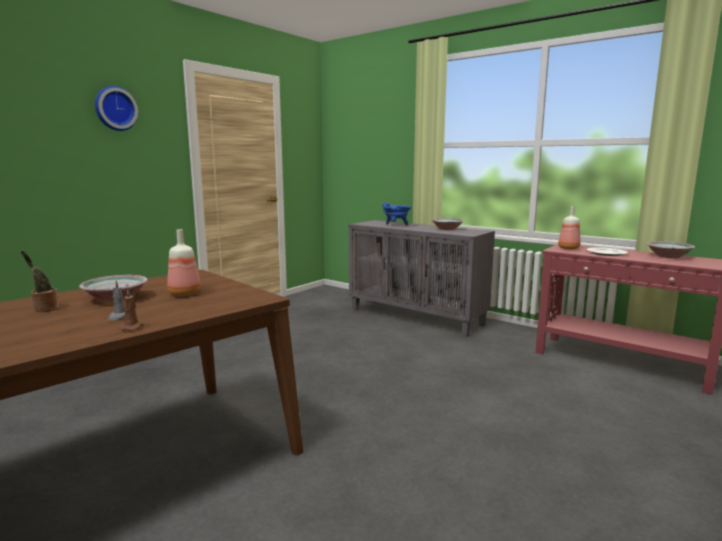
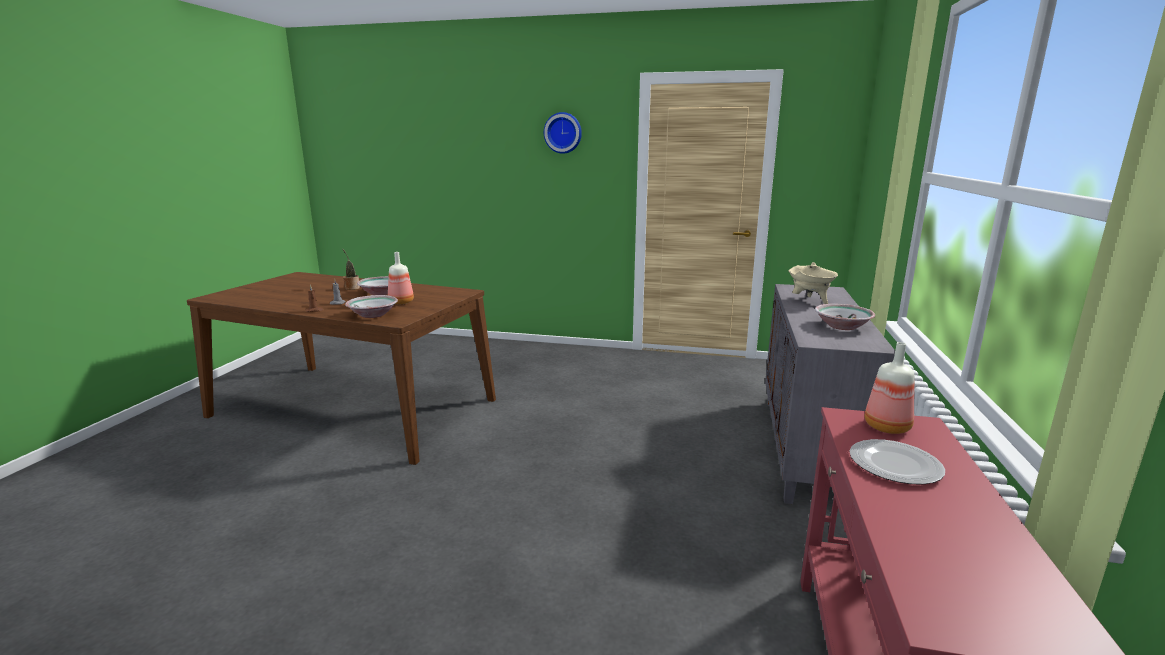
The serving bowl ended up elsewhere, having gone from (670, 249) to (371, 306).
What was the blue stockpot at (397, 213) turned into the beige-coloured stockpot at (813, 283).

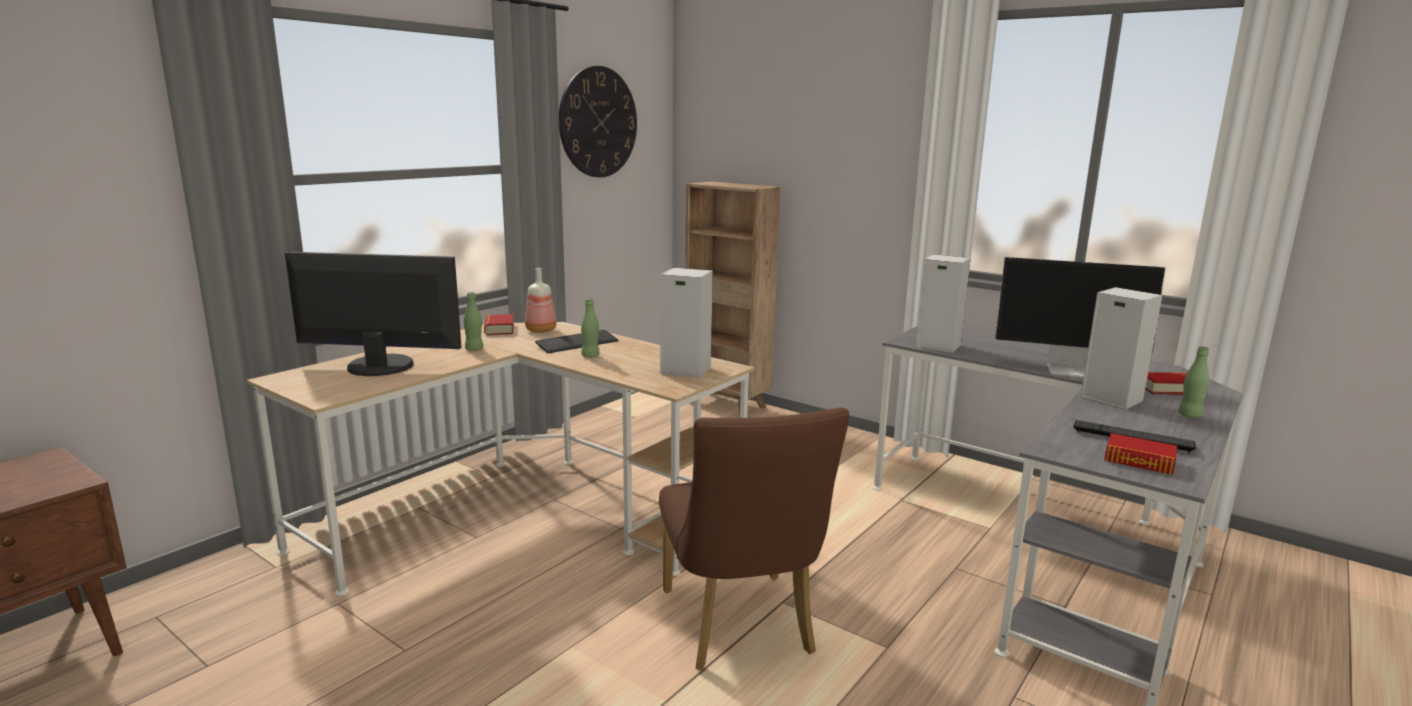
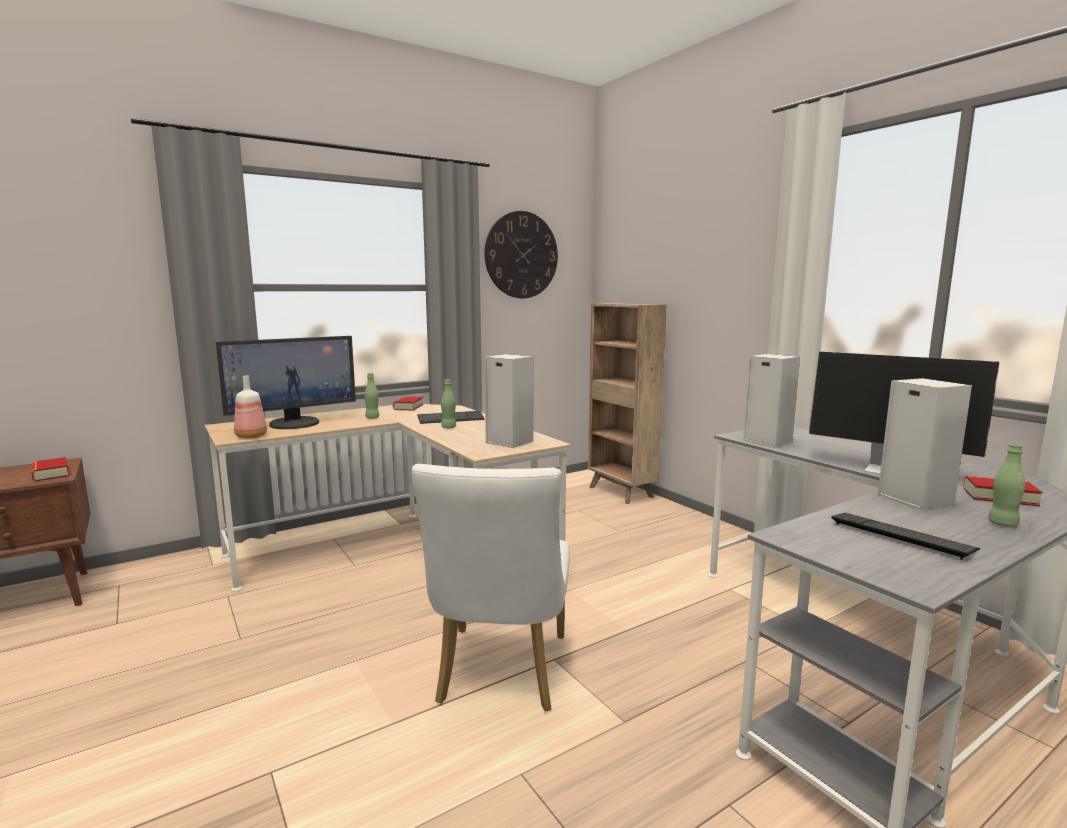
The drink bottle ended up elsewhere, having gone from (541, 300) to (250, 407).
The bound book ended up elsewhere, having gone from (1140, 454) to (50, 469).
What was the brown-coloured upright chair at (754, 539) turned into the whitish upright chair at (491, 587).
The computer screen at (373, 314) ended up facing another way, 120 degrees clockwise from before.

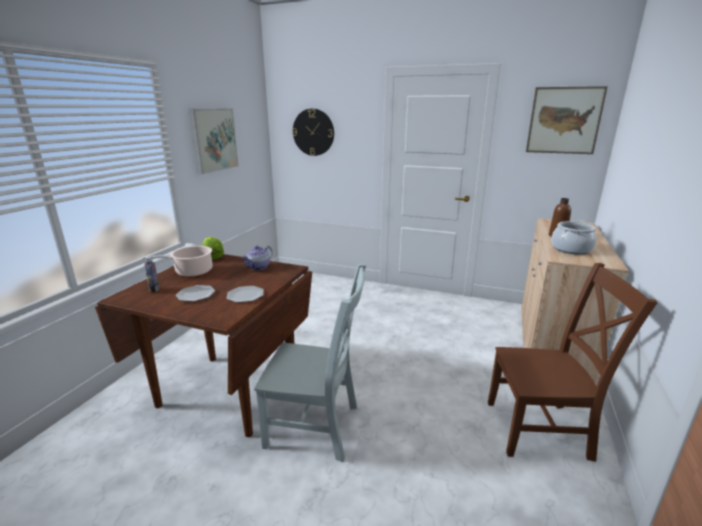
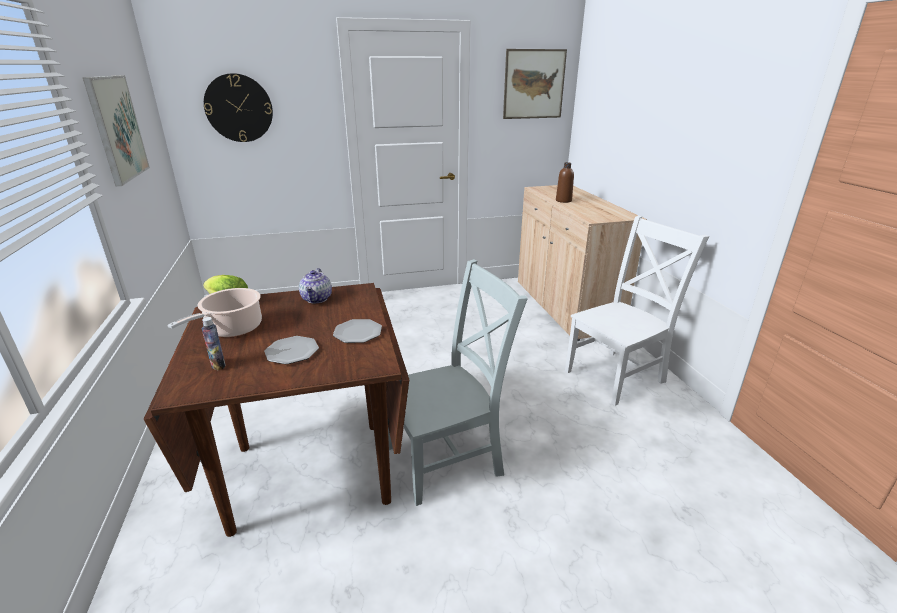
The second view lost the stockpot at (574, 237).
What was the brown-coloured upright chair at (573, 362) turned into the whitish upright chair at (637, 311).

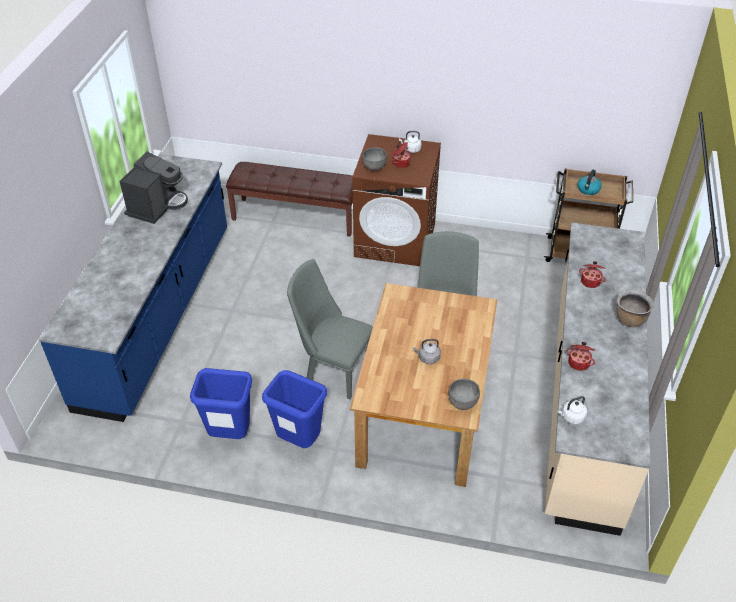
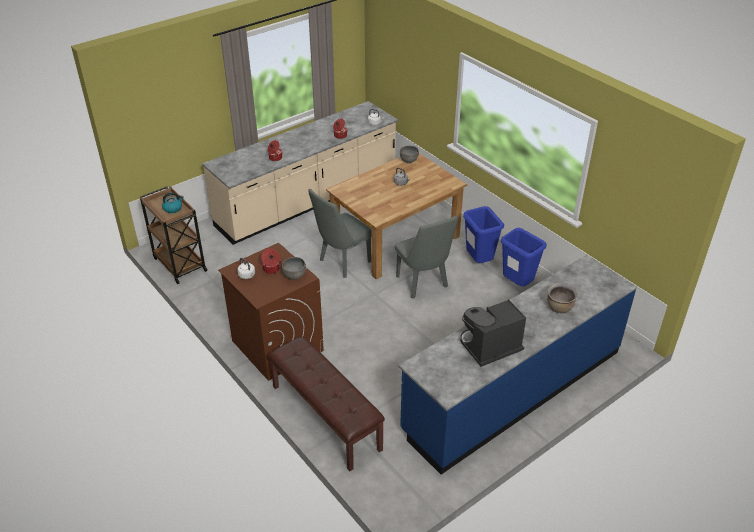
The brown-coloured stockpot ended up elsewhere, having gone from (635, 308) to (562, 298).

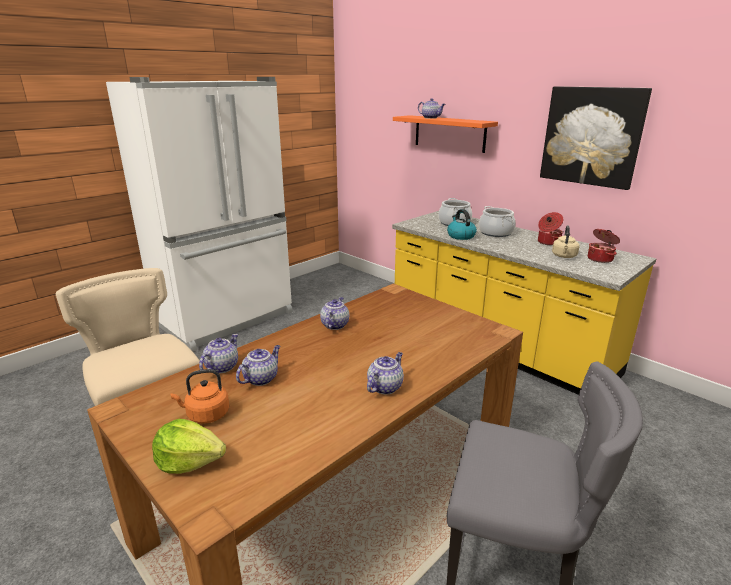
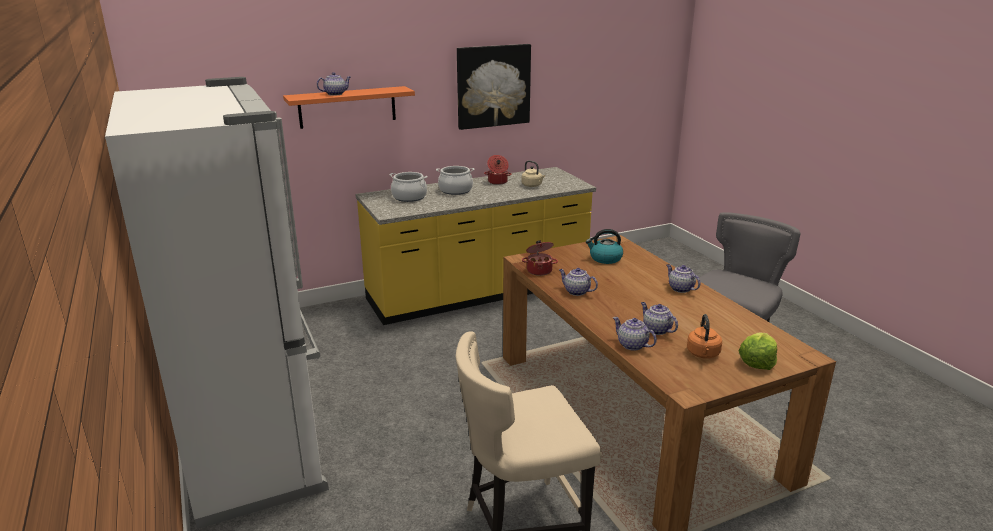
The tea kettle ended up elsewhere, having gone from (462, 224) to (604, 246).
The stockpot ended up elsewhere, having gone from (604, 246) to (540, 258).

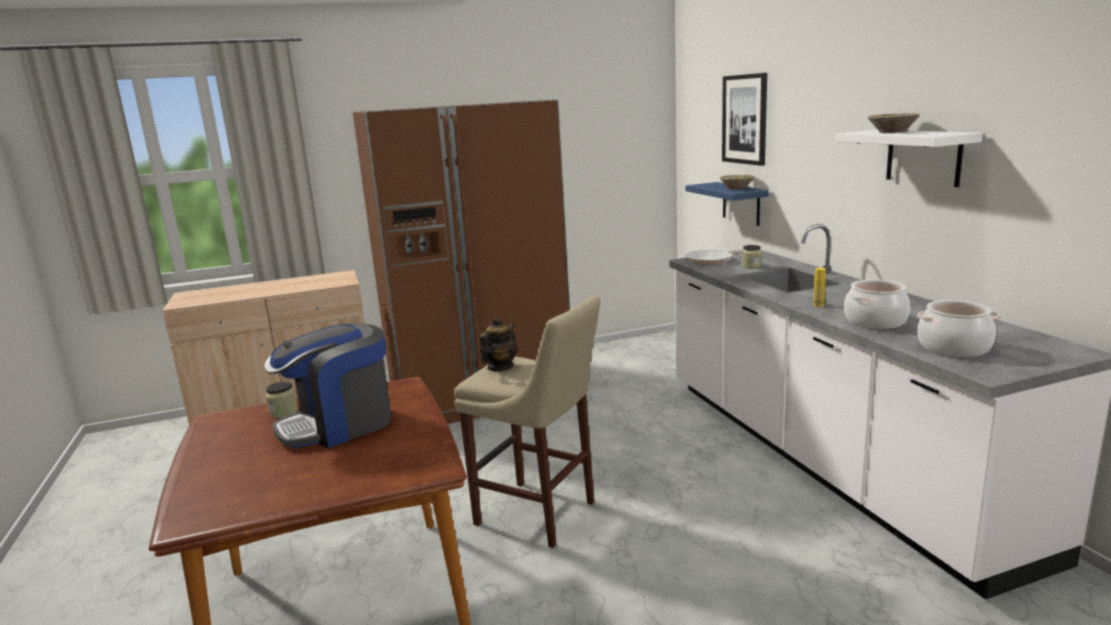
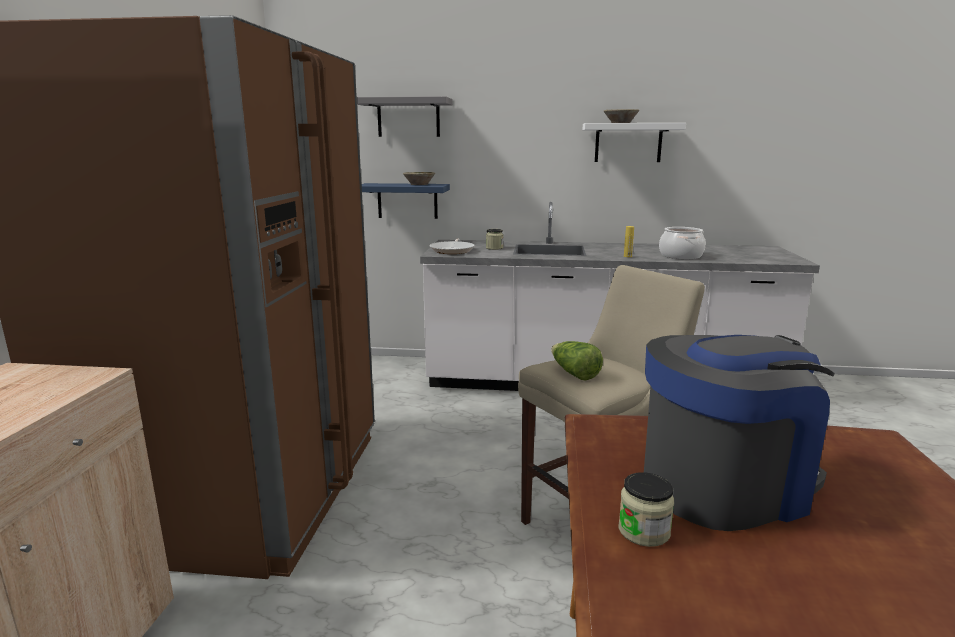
The second view lost the stockpot at (958, 328).
Where the tea pot stood at (498, 344), the lettuce came to stand at (577, 361).
Where the wall art hung at (744, 119), the grey shelf came to hang at (405, 116).
The coffee machine at (327, 385) ended up facing another way, 105 degrees counterclockwise from before.

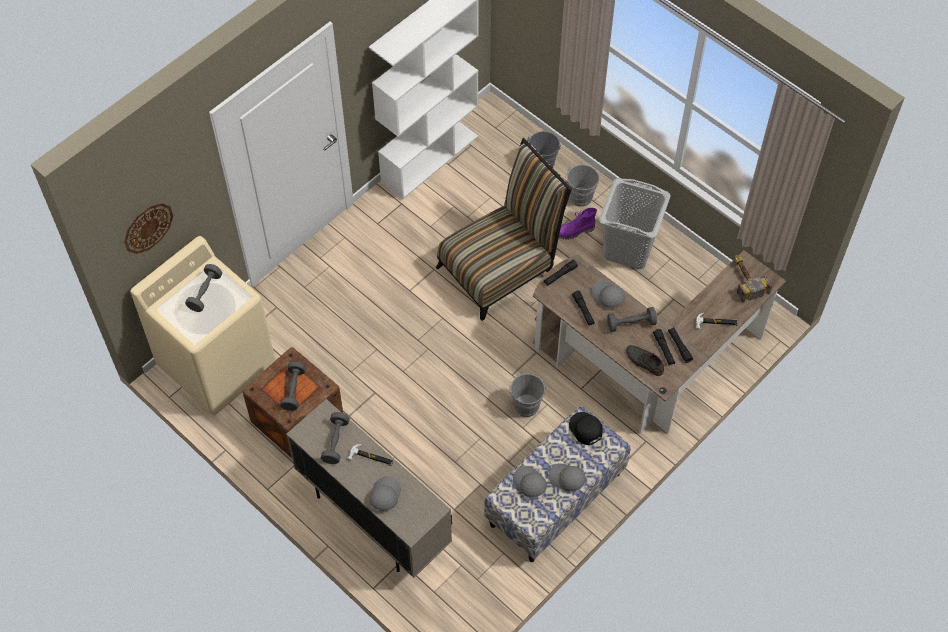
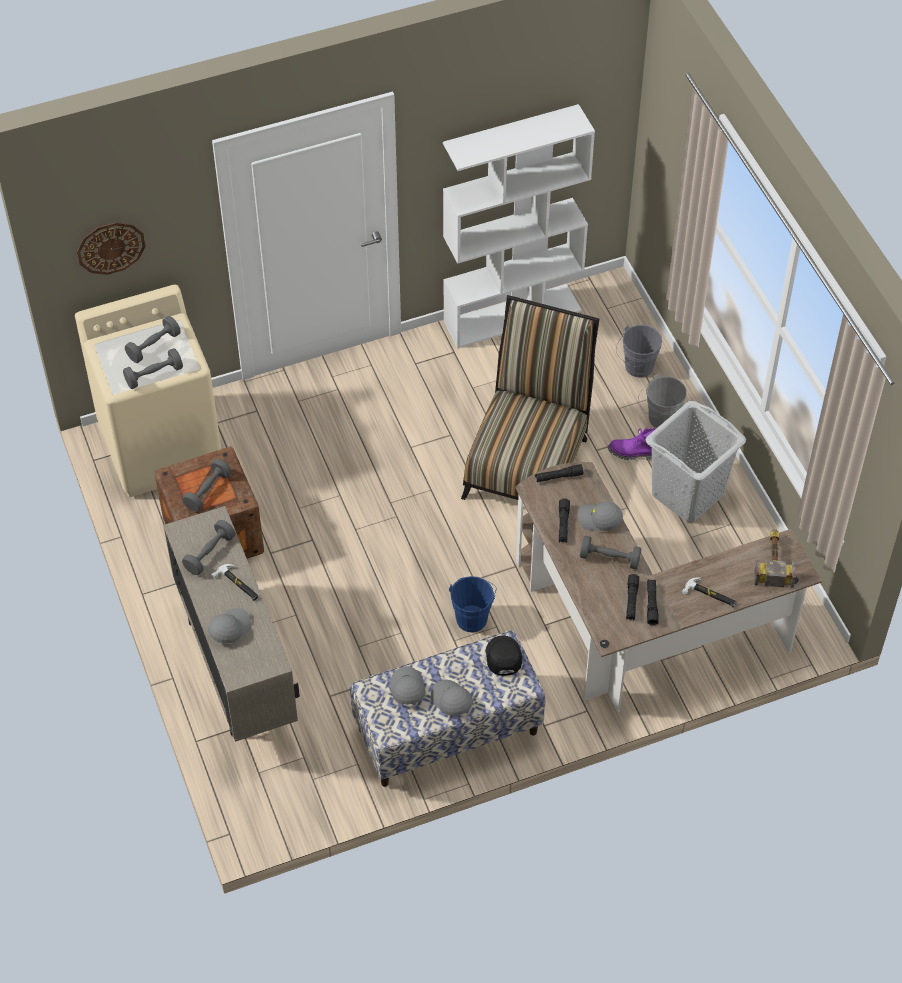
The second view lost the grey shoe at (645, 360).
The second view gained the grey free weight at (153, 368).
What was the grey bucket at (528, 395) turned into the blue bucket at (472, 604).
The upright chair at (504, 229) ended up facing another way, 60 degrees counterclockwise from before.
The grey peaked cap at (608, 294) ended up facing another way, 60 degrees counterclockwise from before.

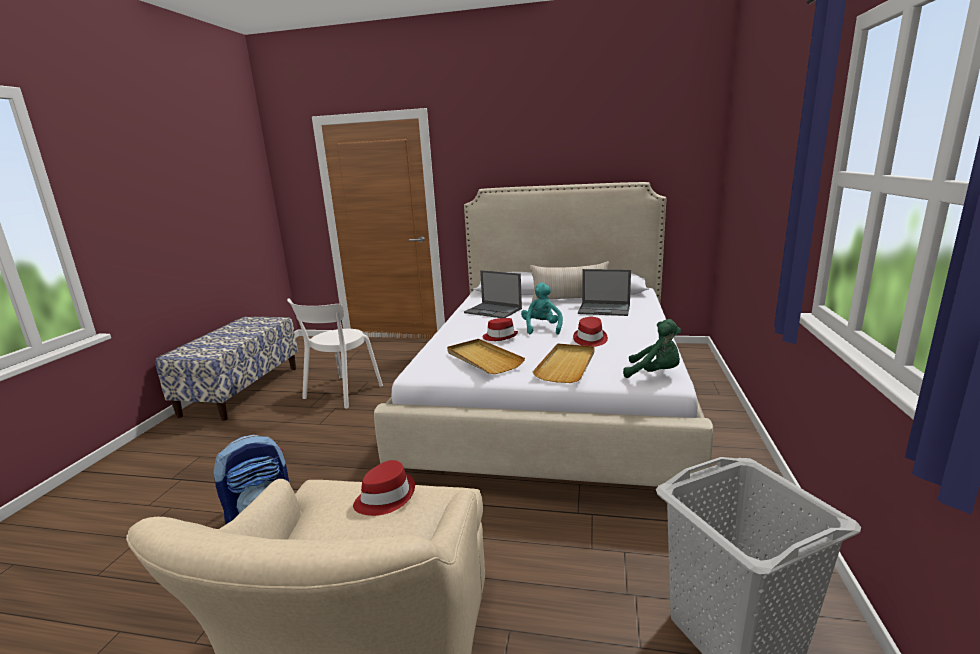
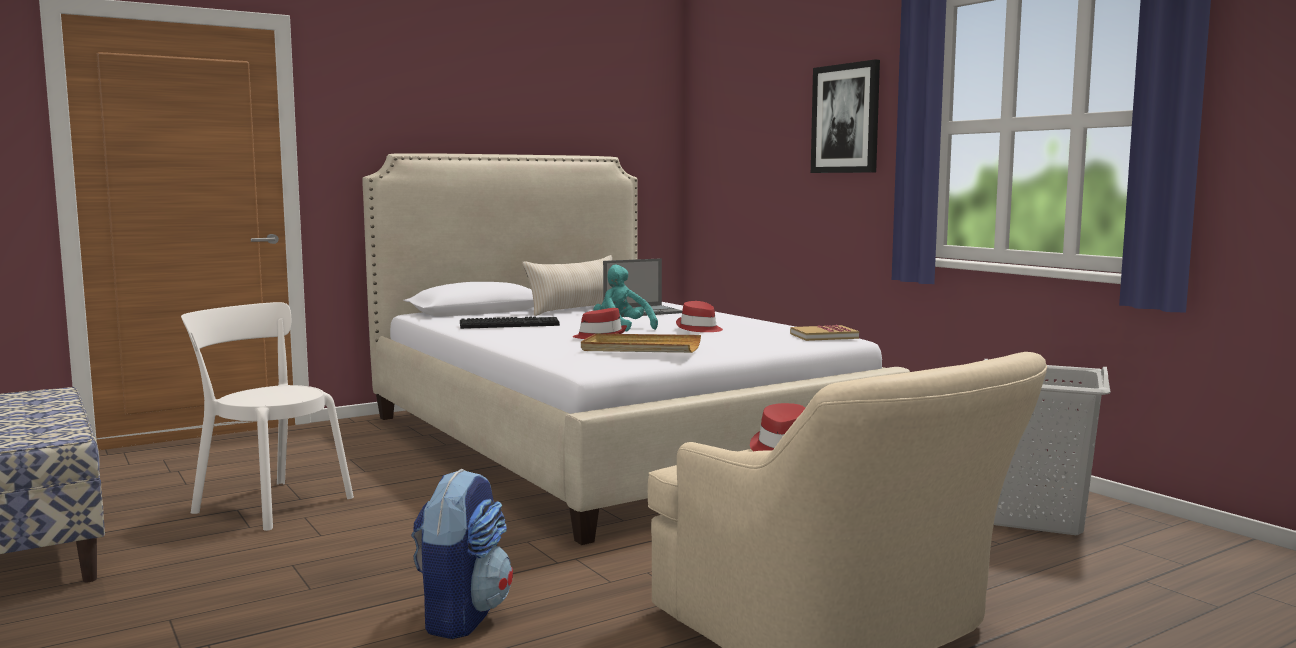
The second view lost the beige-coloured carrying tray at (564, 363).
The second view gained the wall art at (845, 116).
Where the notebook computer stood at (493, 294), the keyboard came to stand at (510, 322).
Where the green-coloured soft toy stood at (652, 348), the bound book came to stand at (824, 333).
The whitish upright chair at (335, 353) ended up facing another way, 135 degrees clockwise from before.

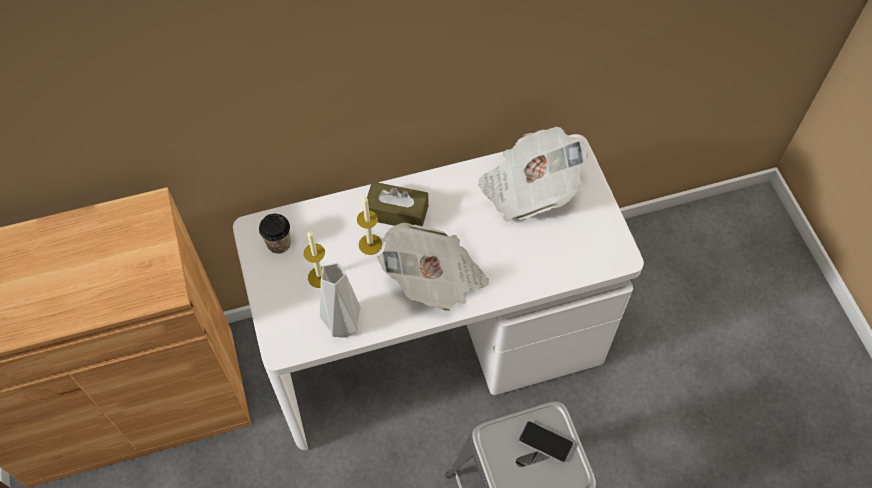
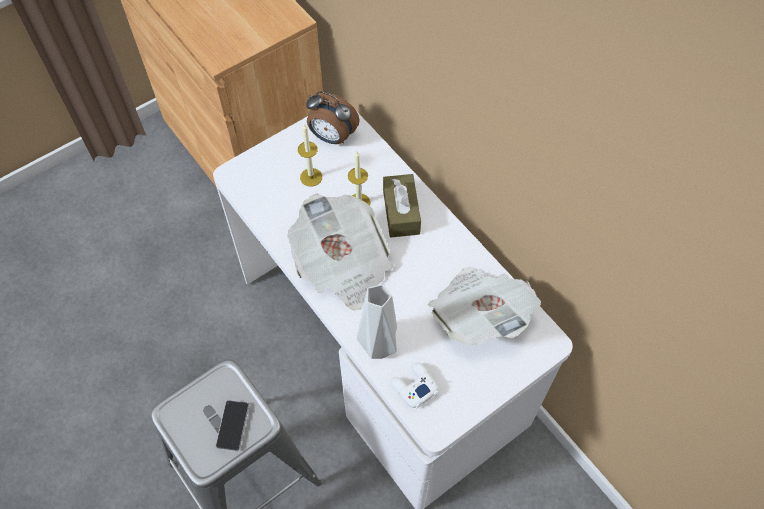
The second view gained the whitish game controller at (414, 385).
The grey vase ended up elsewhere, having gone from (340, 300) to (377, 321).
Where the cup stood at (275, 234), the table clock came to stand at (333, 118).

